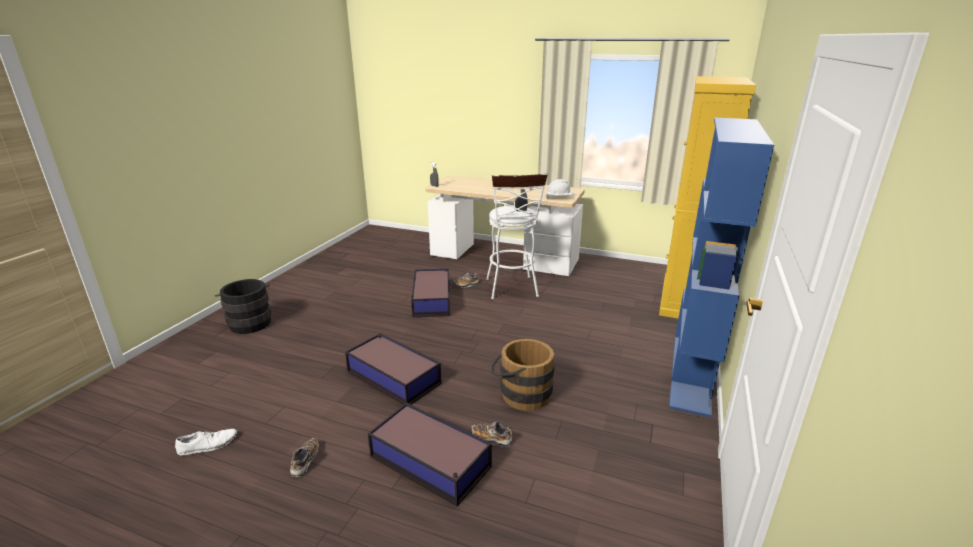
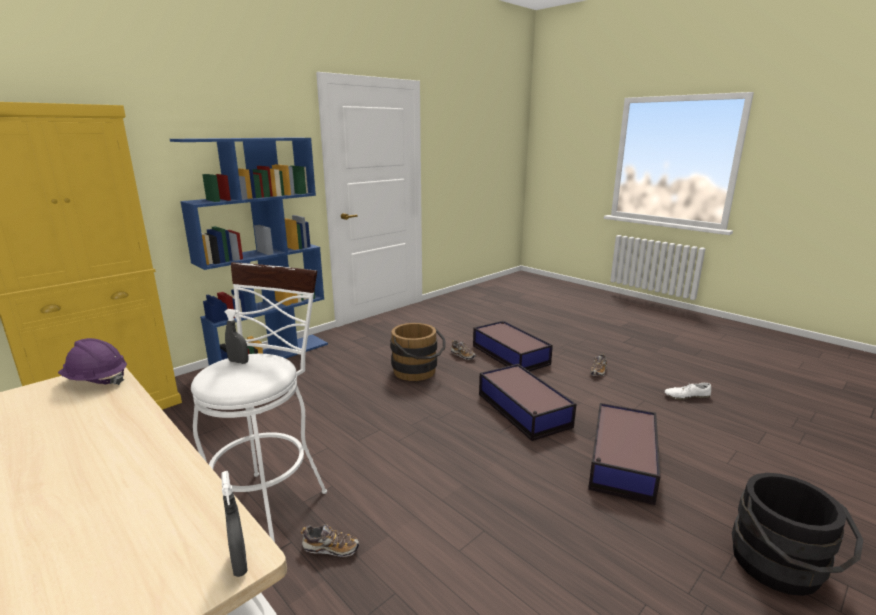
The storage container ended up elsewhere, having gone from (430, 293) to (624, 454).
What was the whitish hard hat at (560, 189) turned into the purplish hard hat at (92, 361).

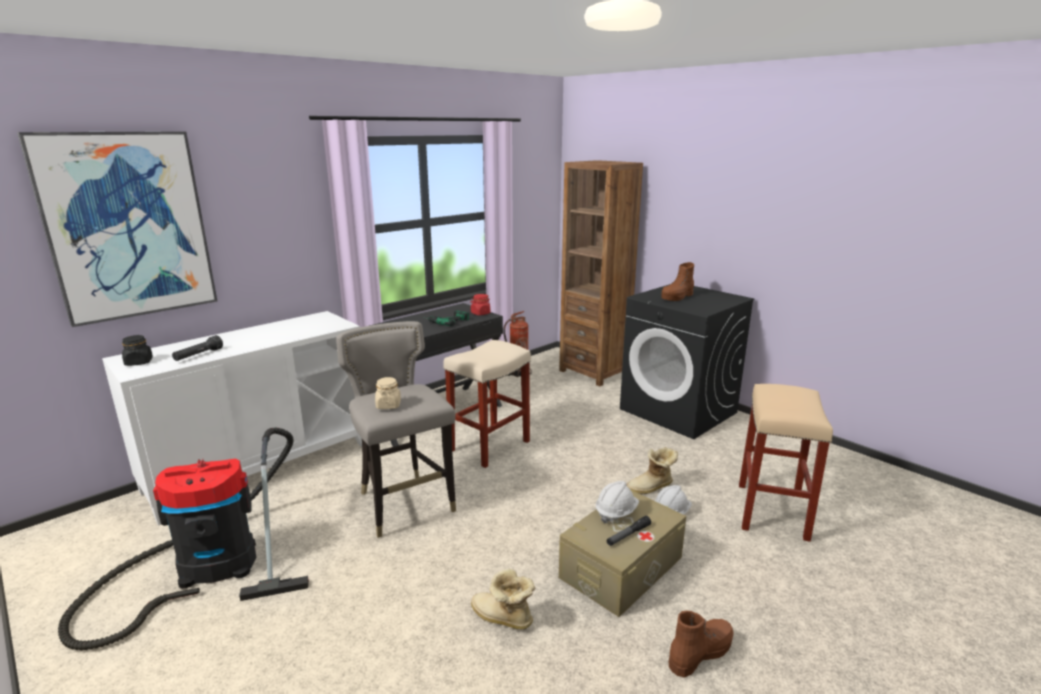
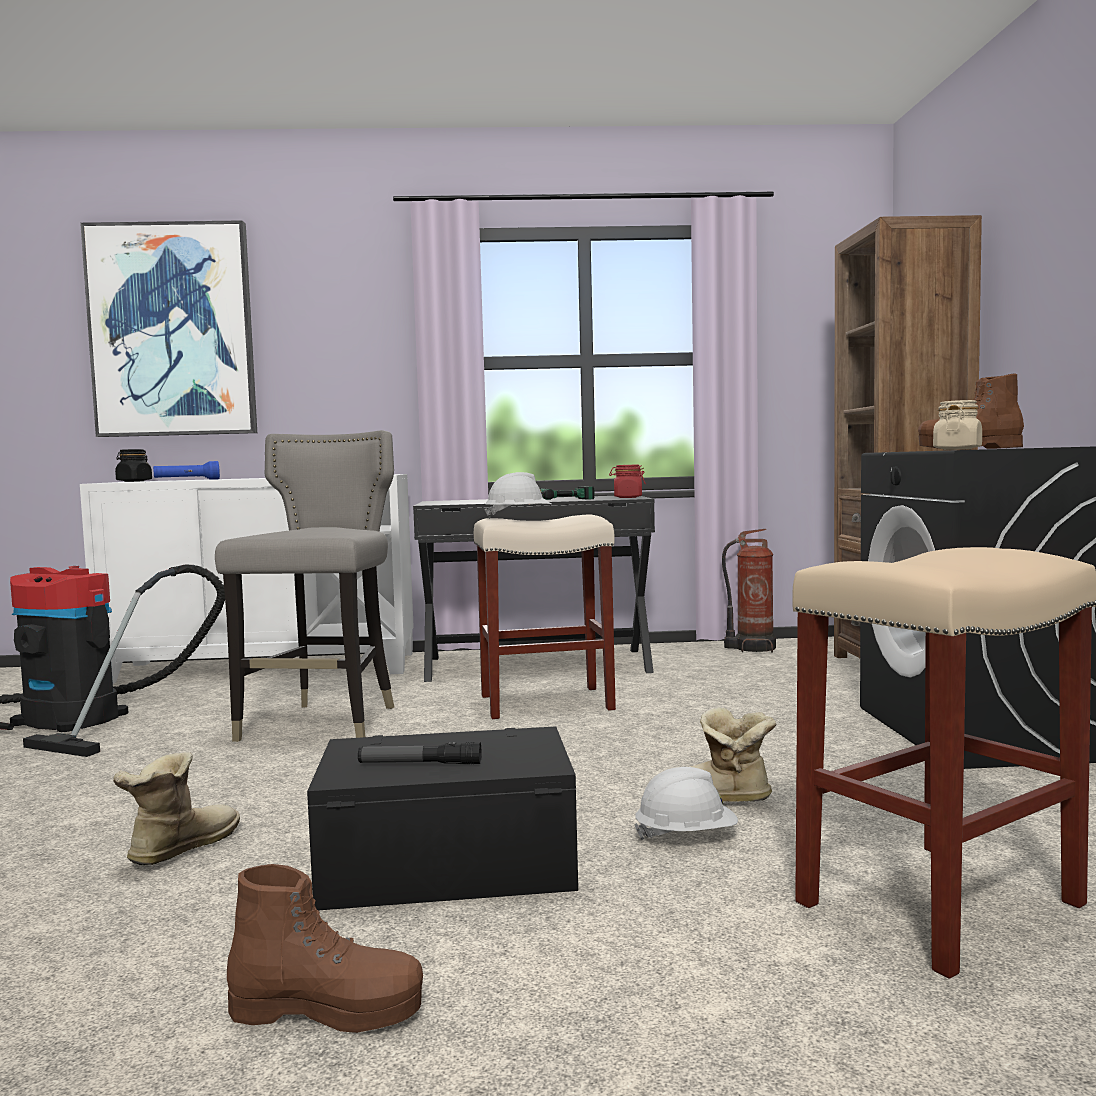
The beige-coloured jar ended up elsewhere, having gone from (388, 393) to (957, 425).
The whitish hard hat ended up elsewhere, having gone from (617, 502) to (517, 495).
What was the black-coloured flashlight at (197, 348) turned into the blue flashlight at (186, 470).
What was the beige-coloured storage container at (622, 553) turned into the black-coloured storage container at (442, 818).
The tall boot at (503, 599) ended up facing another way, 45 degrees clockwise from before.

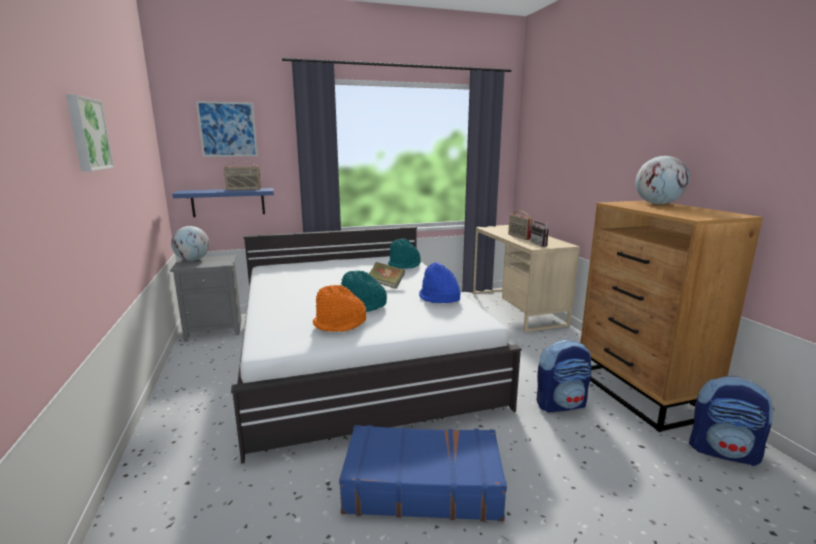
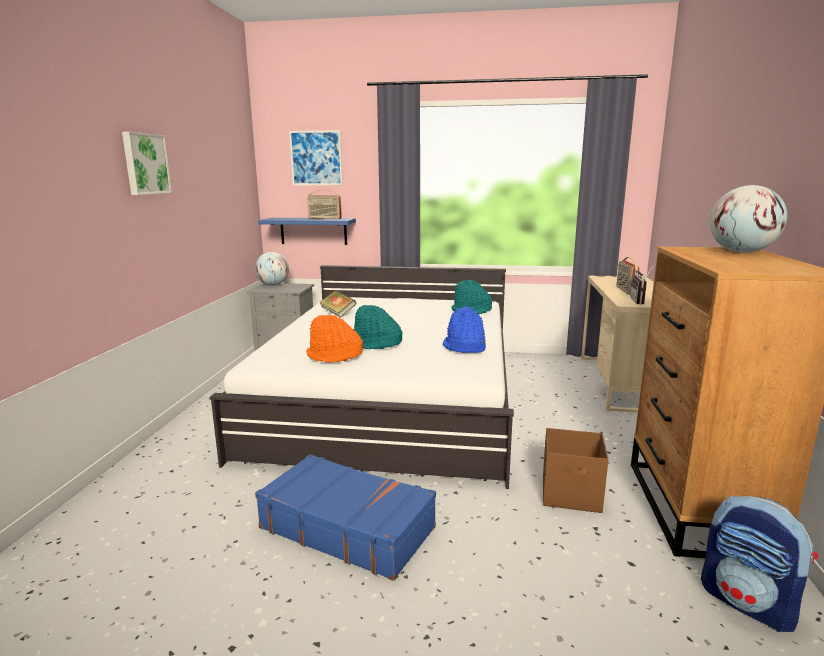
The bound book ended up elsewhere, having gone from (387, 275) to (337, 304).
Where the backpack stood at (563, 376), the brown-coloured storage container came to stand at (576, 470).

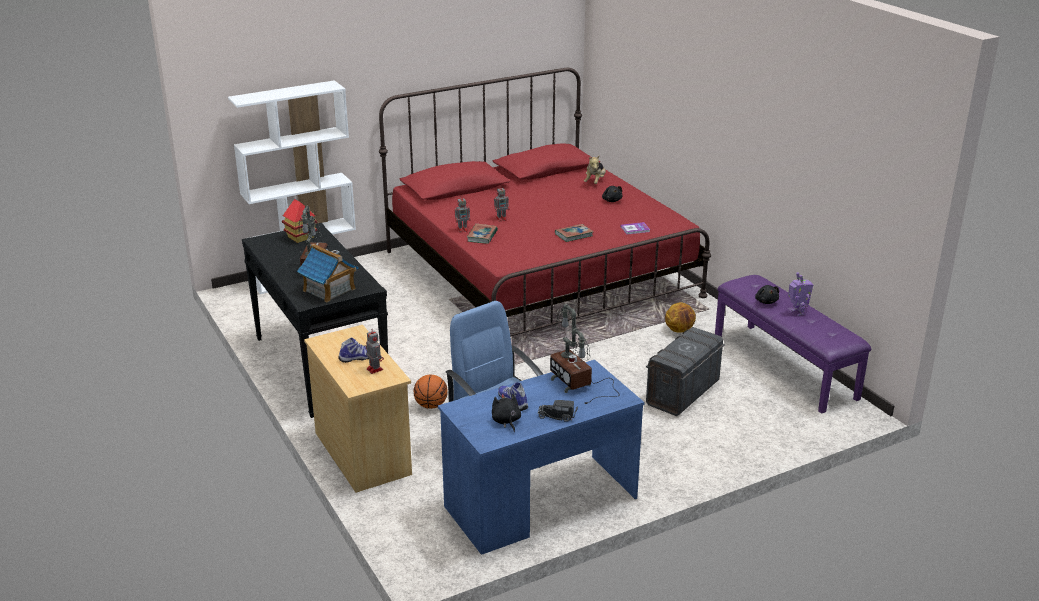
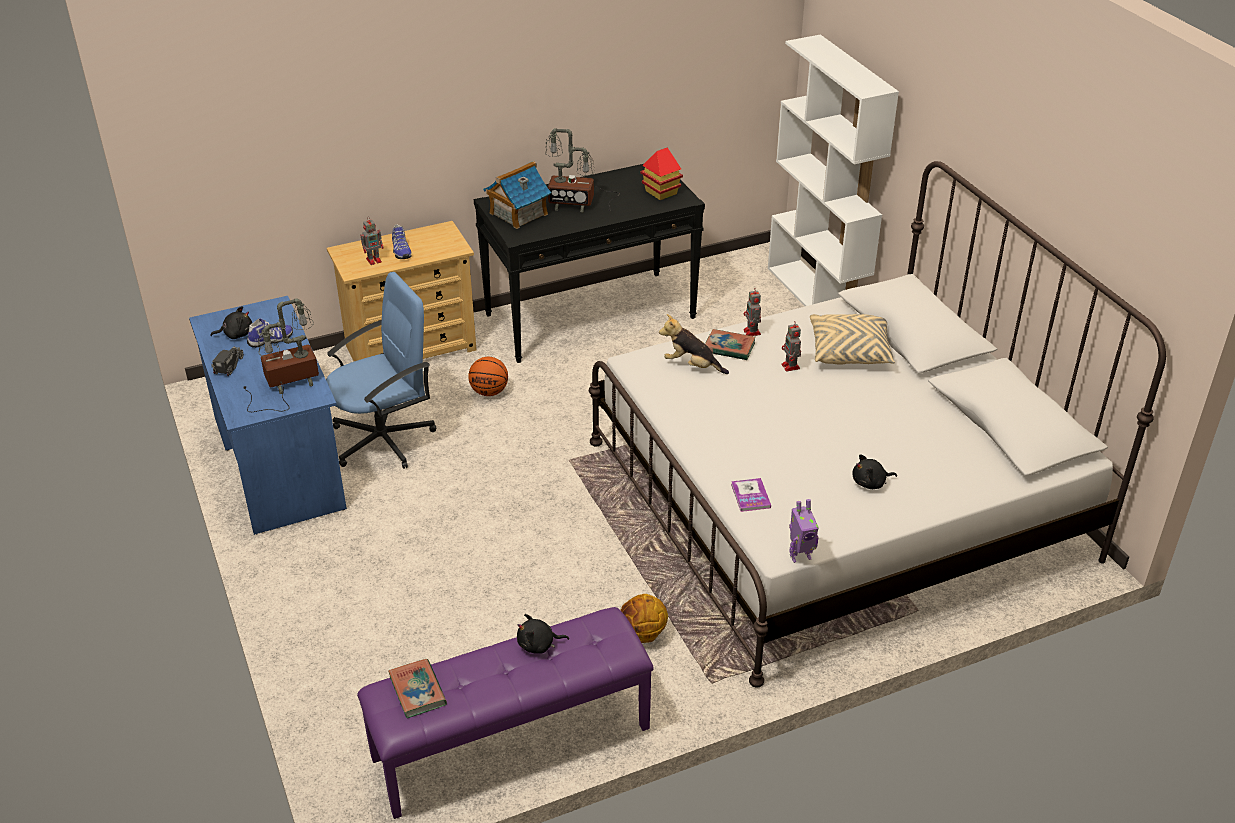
The second view lost the grey storage container at (685, 371).
The second view gained the beige-coloured cushion at (852, 339).
The bound book ended up elsewhere, having gone from (574, 233) to (417, 688).
The soft toy ended up elsewhere, having gone from (595, 169) to (694, 344).
The model robot ended up elsewhere, having gone from (801, 294) to (804, 531).
What was the reddish sleeping bed at (545, 202) turned into the whitish sleeping bed at (877, 424).

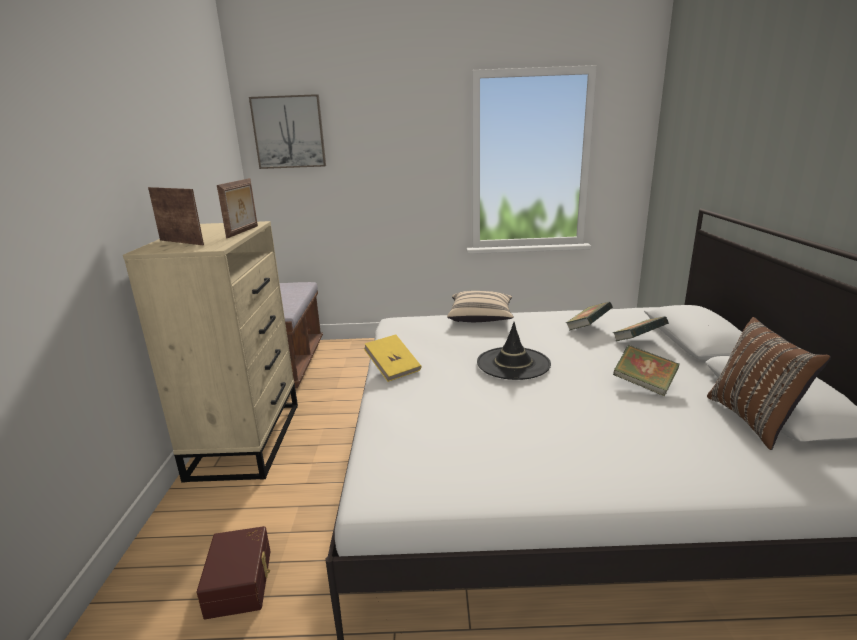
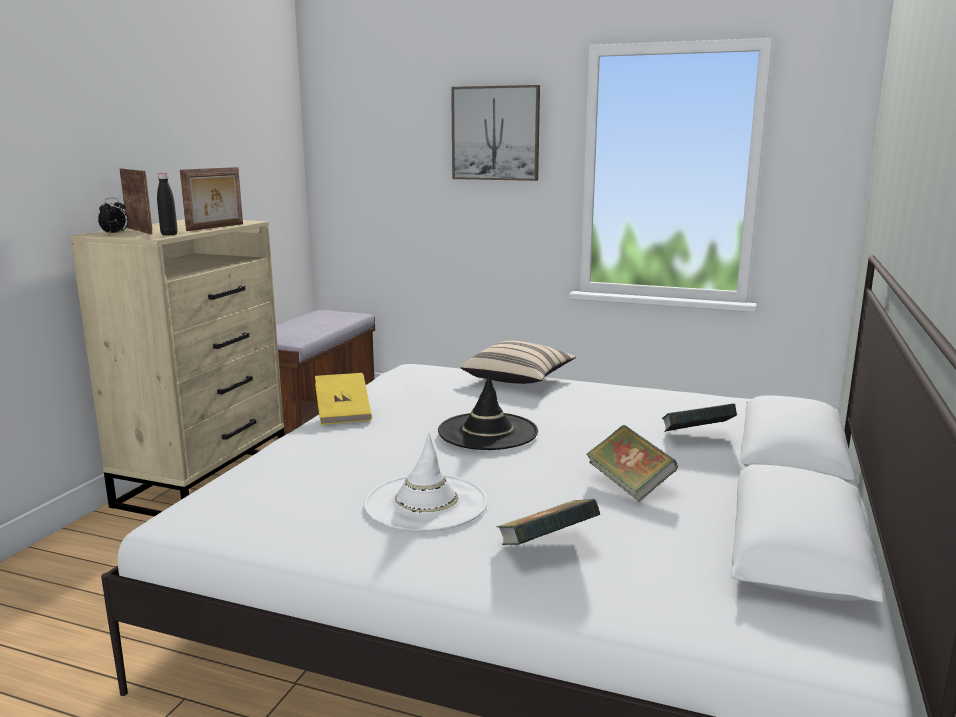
The second view lost the brown-coloured storage container at (233, 572).
The second view lost the brown-coloured cushion at (769, 383).
The second view gained the table clock at (113, 215).
The second view gained the black-coloured drink bottle at (167, 204).
The second view gained the whitish clothing hat at (426, 482).
The wall art ended up elsewhere, having gone from (287, 131) to (495, 133).
The bound book ended up elsewhere, having gone from (589, 316) to (548, 522).

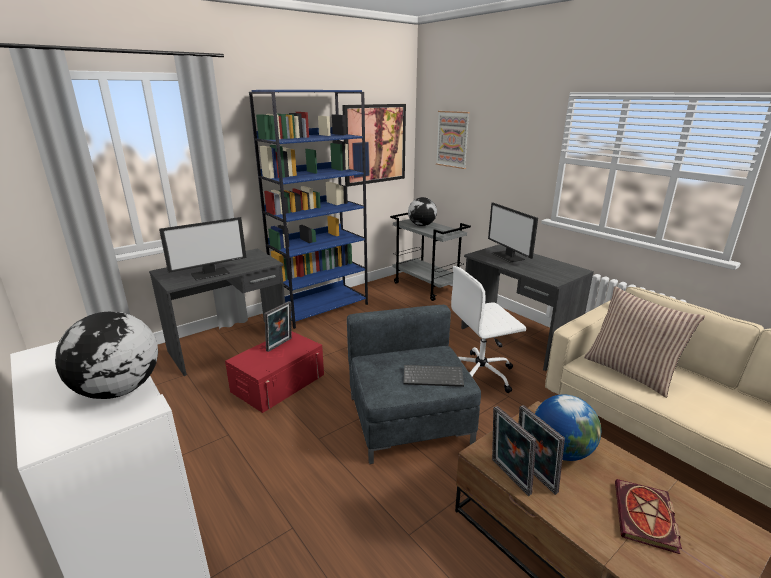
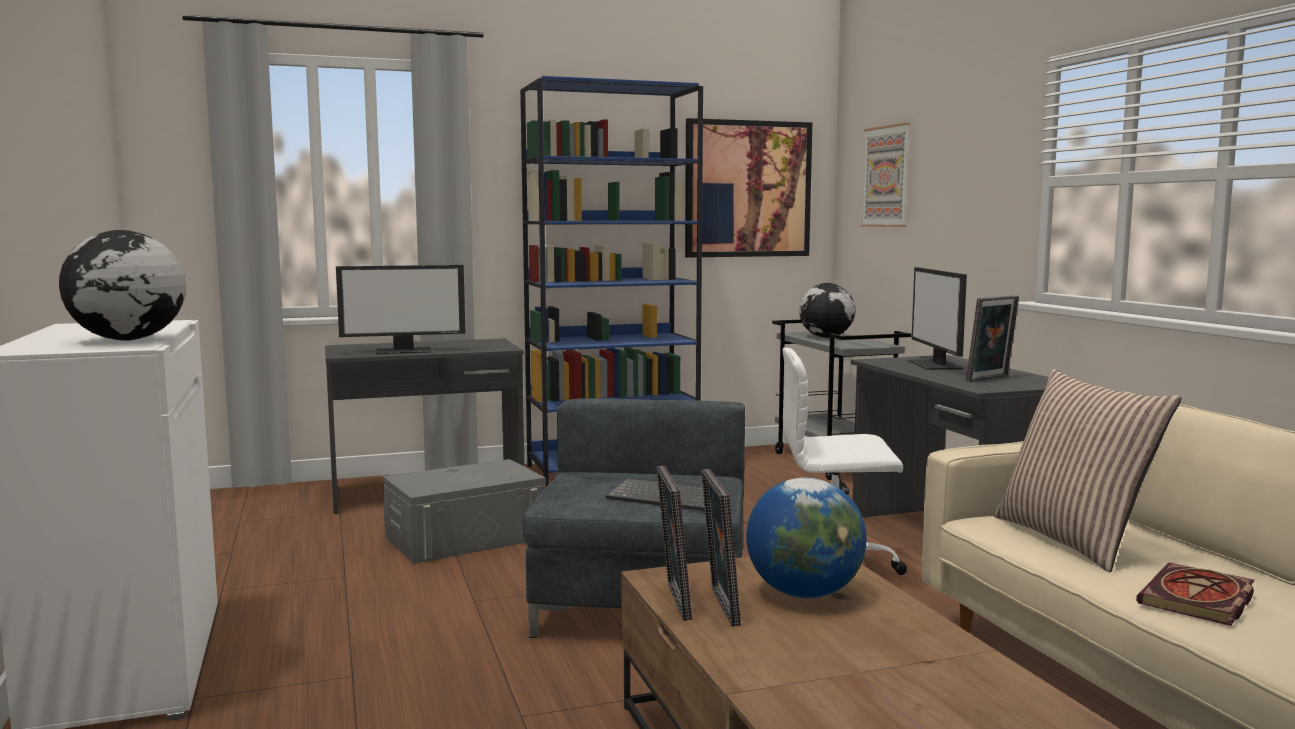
The standing frame ended up elsewhere, having gone from (278, 326) to (992, 338).
The bound book ended up elsewhere, having gone from (648, 516) to (1195, 594).
What was the reddish storage container at (274, 372) turned into the grey storage container at (464, 511).

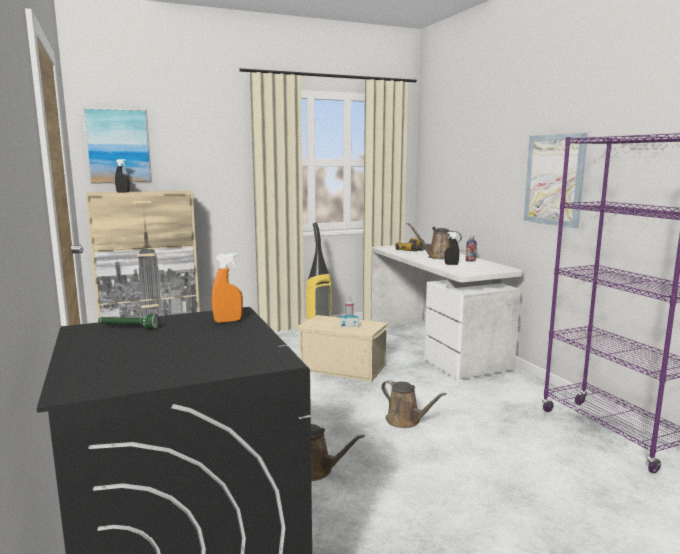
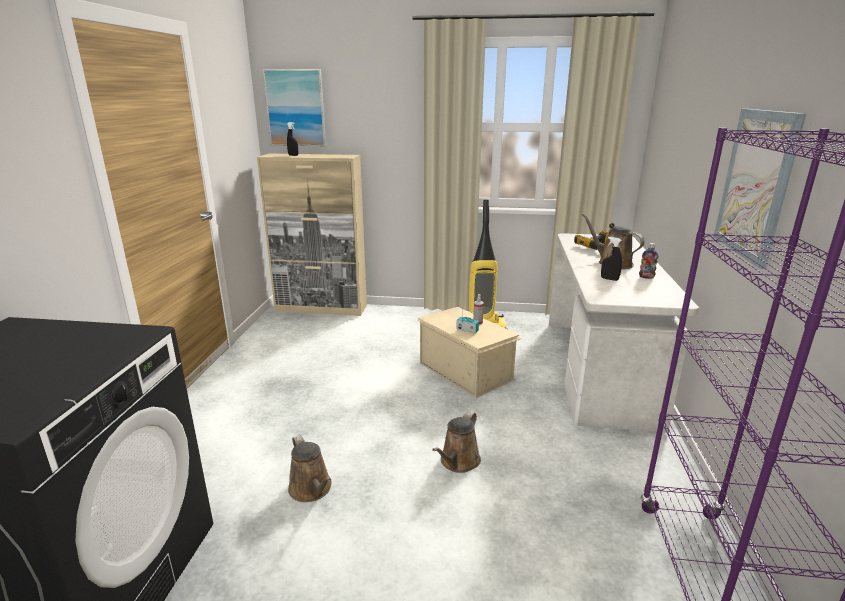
The second view lost the green-coloured flashlight at (128, 321).
The second view lost the orange-coloured spray bottle at (227, 288).
The brown-coloured watering can at (413, 404) ended up facing another way, 45 degrees clockwise from before.

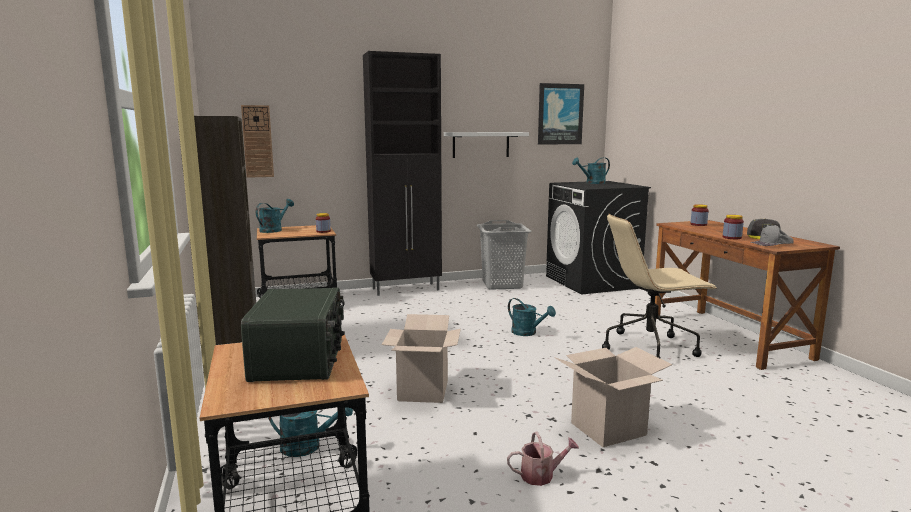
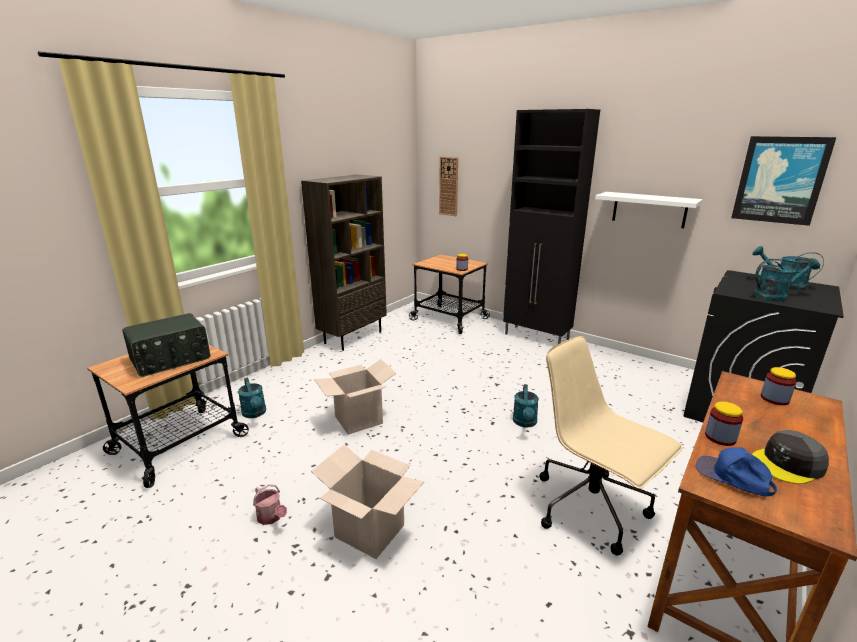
The second view lost the grey hamper at (504, 255).
The turquoise-coloured watering can ended up elsewhere, having gone from (275, 216) to (786, 279).
What was the grey peaked cap at (772, 235) turned into the blue peaked cap at (736, 472).

